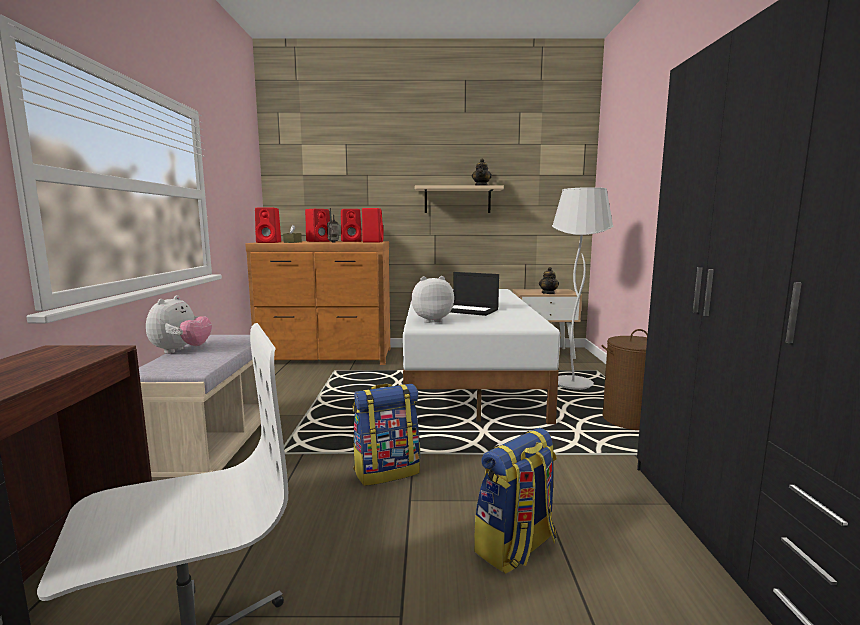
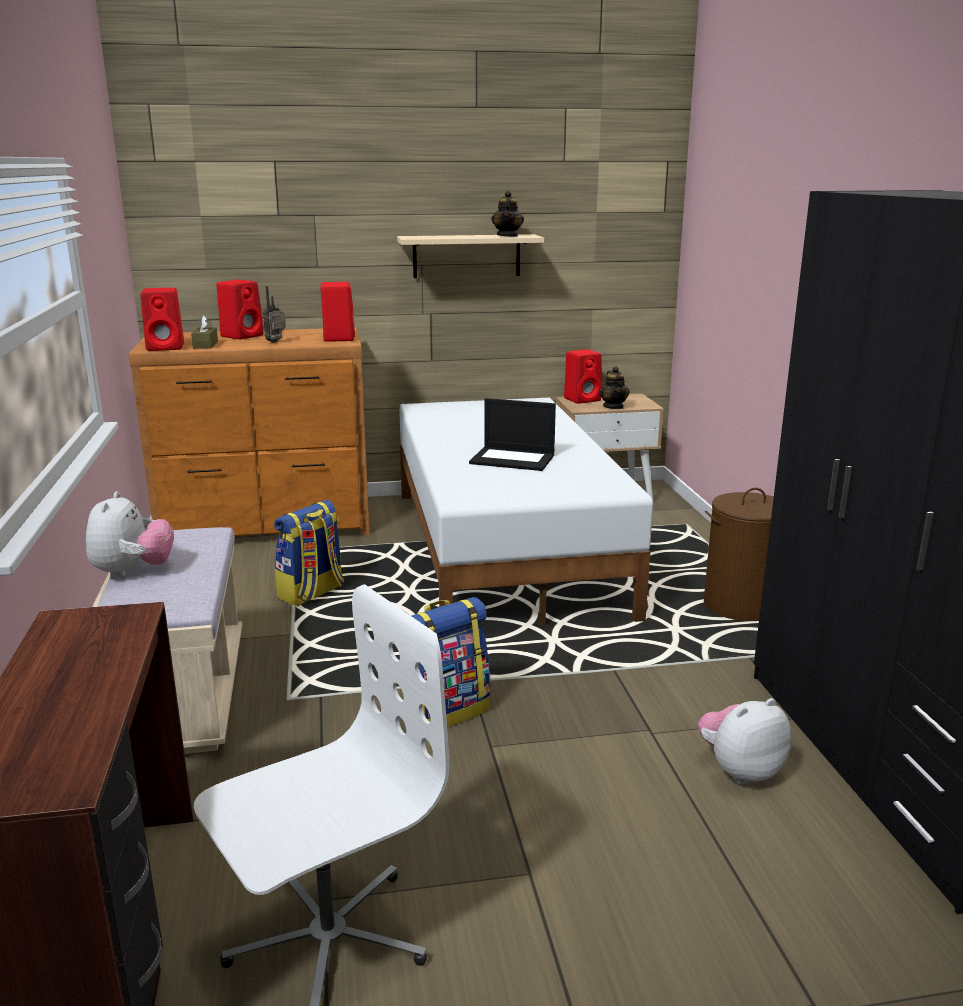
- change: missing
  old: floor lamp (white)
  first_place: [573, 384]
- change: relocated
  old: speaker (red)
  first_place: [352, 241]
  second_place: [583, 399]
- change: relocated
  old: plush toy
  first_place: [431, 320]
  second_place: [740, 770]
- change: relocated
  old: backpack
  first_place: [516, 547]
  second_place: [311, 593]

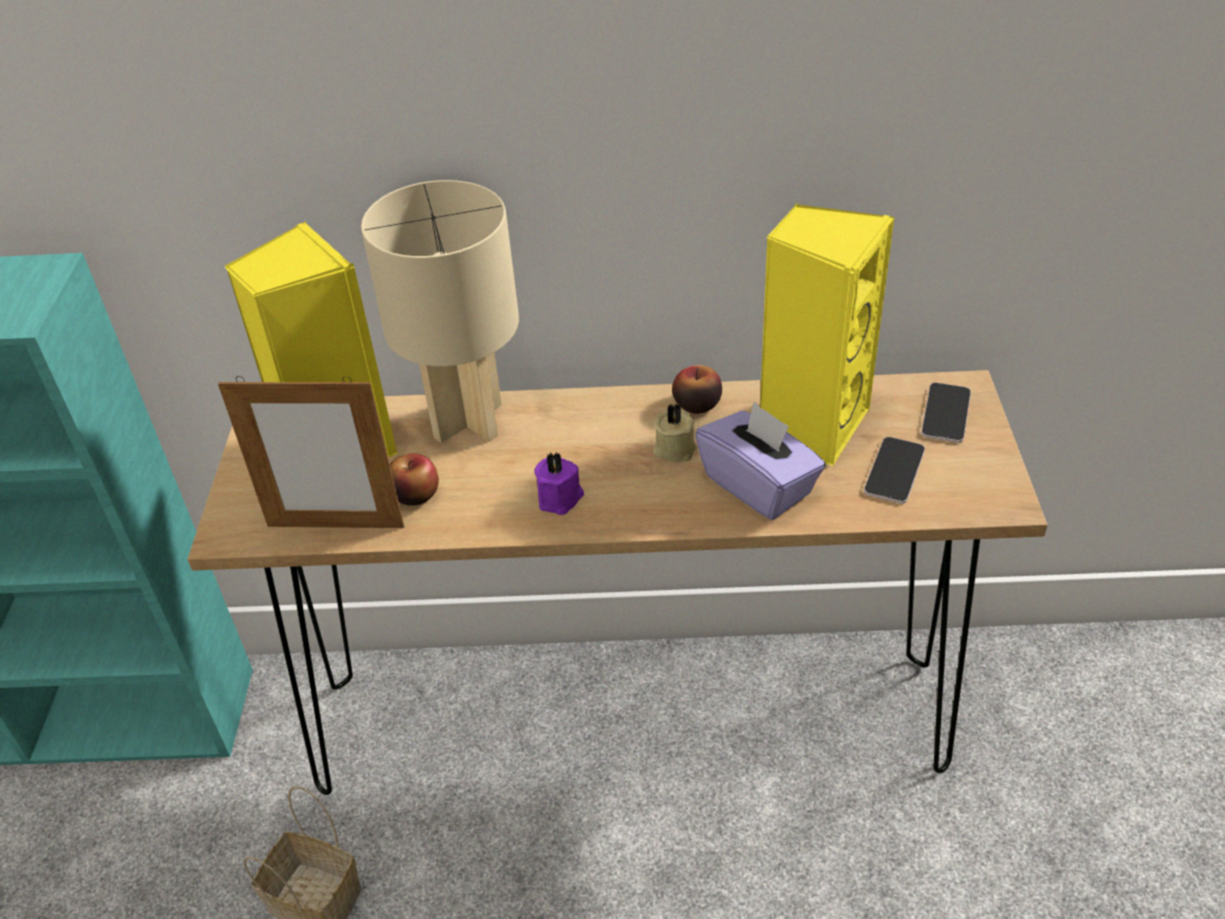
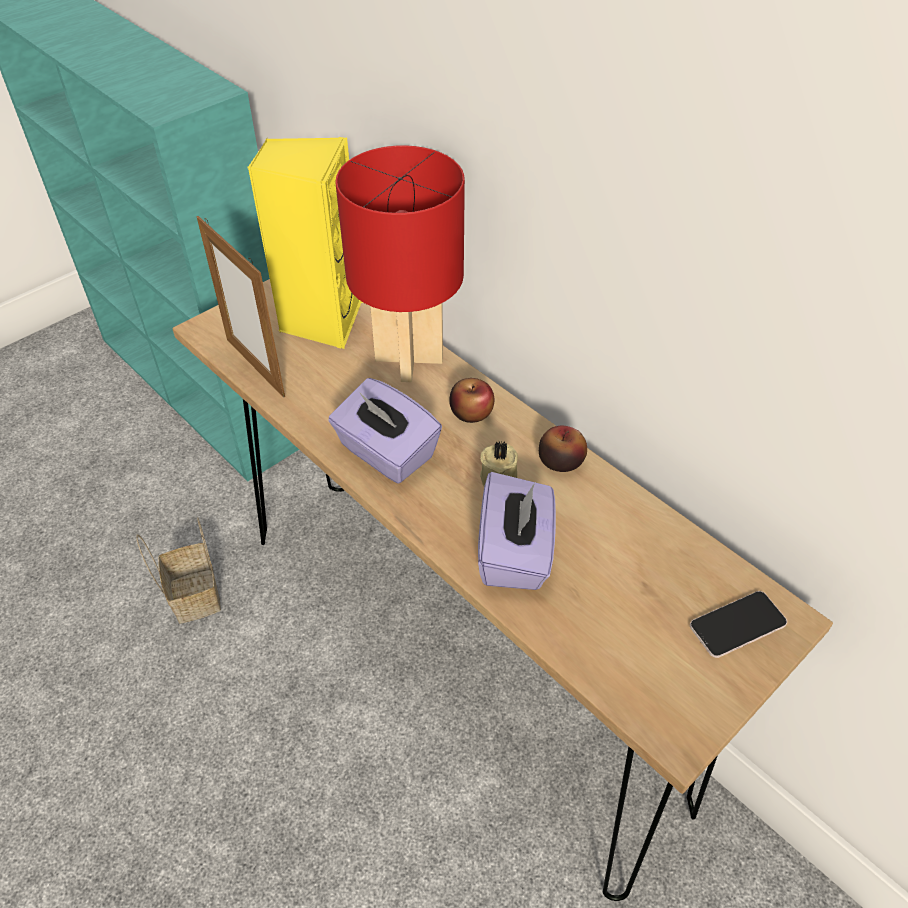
- change: missing
  old: speaker (yellow)
  first_place: [812, 424]
- change: missing
  old: phone
  first_place: [894, 471]
- change: relocated
  old: apple
  first_place: [415, 494]
  second_place: [471, 412]
- change: exchanged
  old: candle (purple)
  new: tissue box (purple)
  first_place: [561, 498]
  second_place: [386, 453]
- change: colour
  old: table lamp (beige)
  new: table lamp (red)
  first_place: [469, 421]
  second_place: [409, 360]

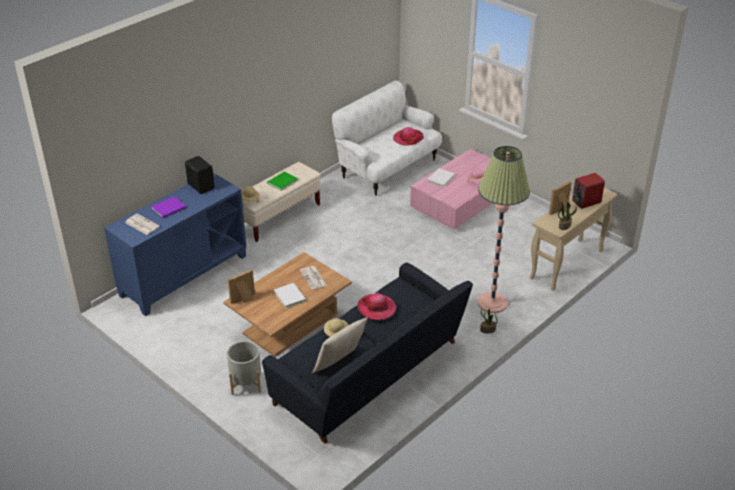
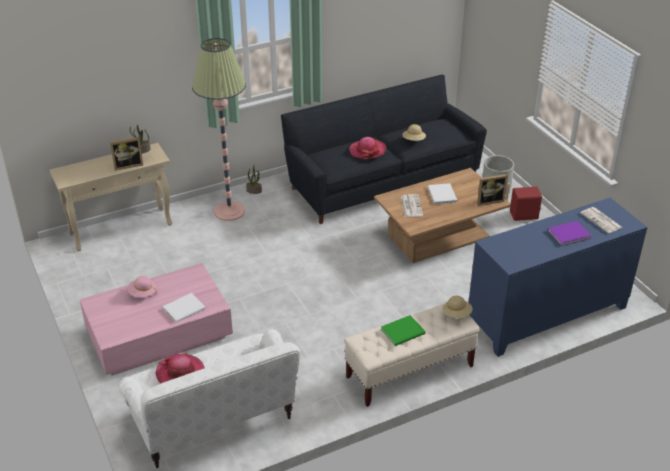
- change: missing
  old: speaker (black)
  first_place: [201, 186]
- change: missing
  old: pillow (beige)
  first_place: [340, 364]
- change: relocated
  old: speaker (red)
  first_place: [585, 202]
  second_place: [524, 216]

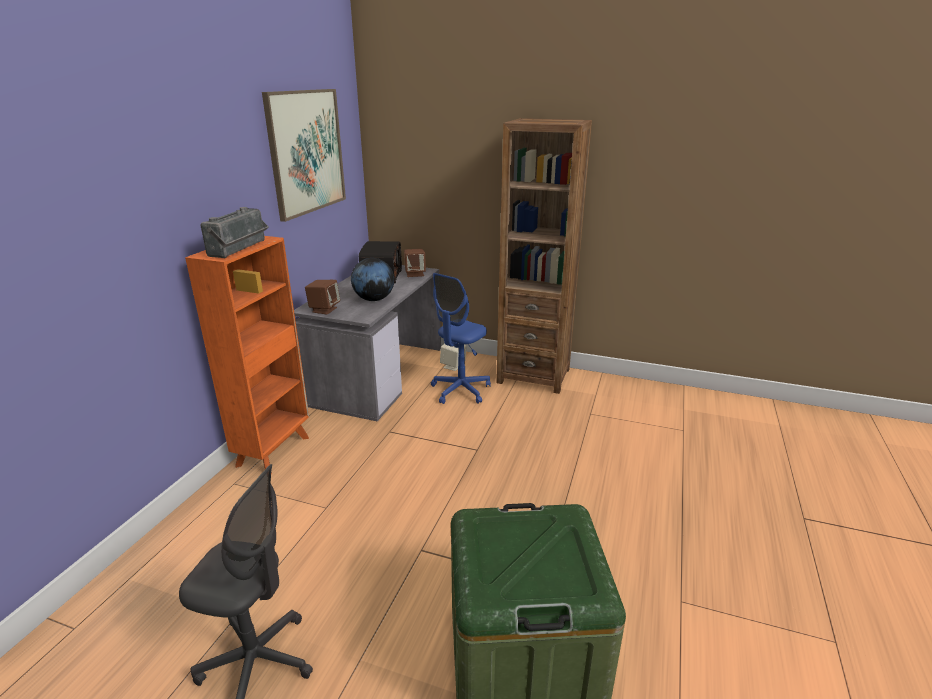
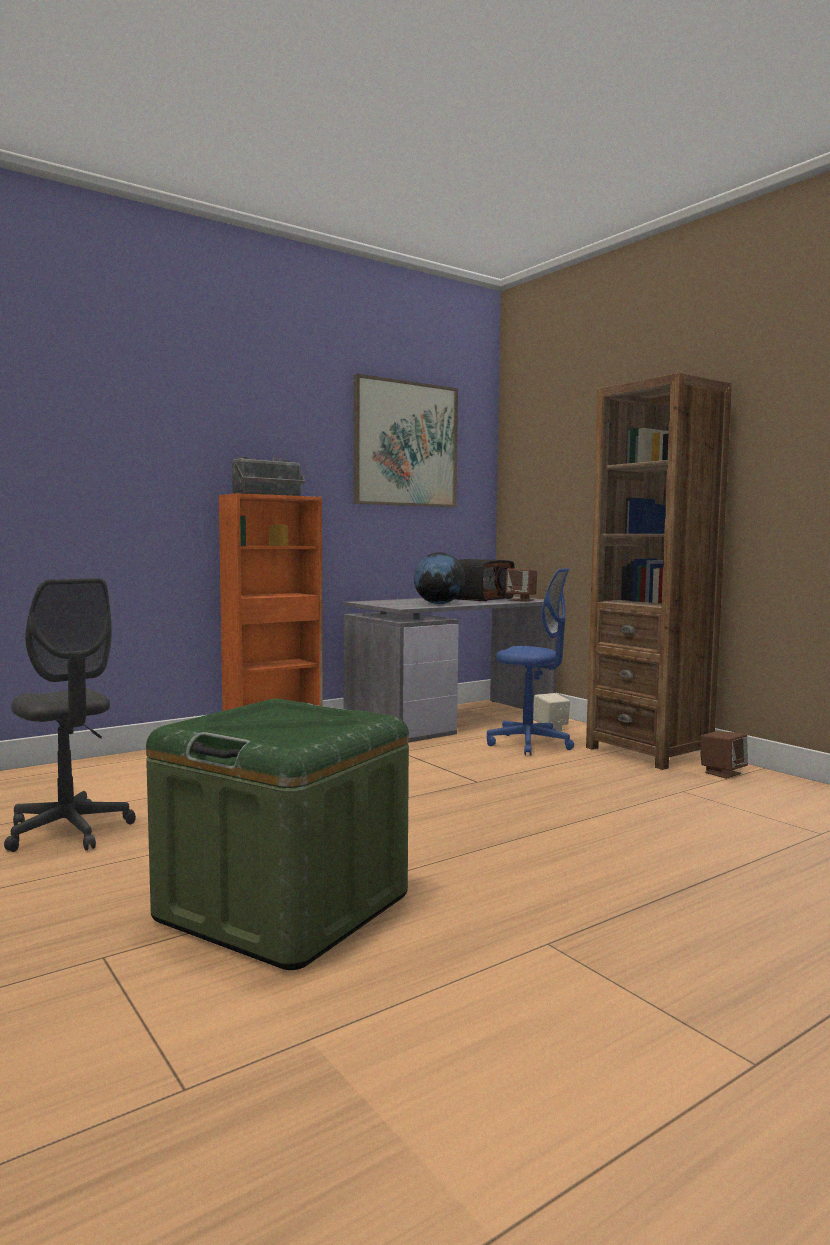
- change: relocated
  old: speaker (brown)
  first_place: [324, 310]
  second_place: [722, 773]
- change: spun
  old: office chair (blue)
  first_place: [460, 390]
  second_place: [529, 744]
  degrees: -135

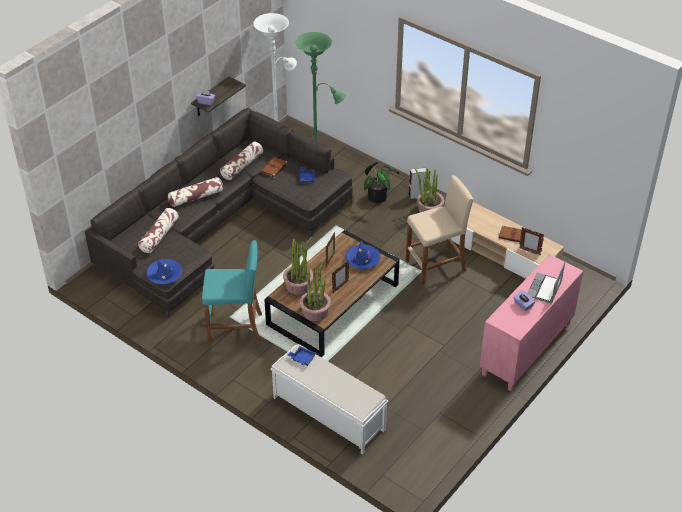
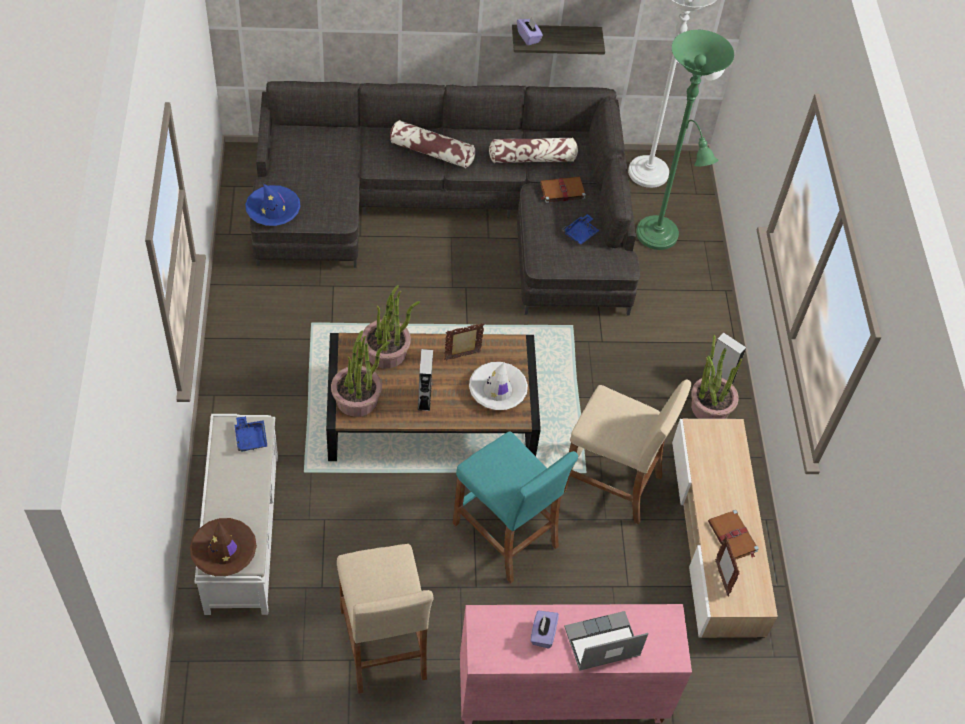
- change: missing
  old: pillow
  first_place: [159, 235]
- change: missing
  old: potted plant
  first_place: [379, 197]
- change: appeared
  new: hat (brown)
  second_place: [224, 551]
- change: appeared
  new: stool (beige)
  second_place: [383, 644]
- change: relocated
  old: stool (turquoise)
  first_place: [235, 328]
  second_place: [505, 535]
- change: exchanged
  old: picture frame
  new: speaker (grey)
  first_place: [340, 287]
  second_place: [424, 398]
- change: colour
  old: hat (blue)
  new: hat (white)
  first_place: [362, 260]
  second_place: [497, 390]

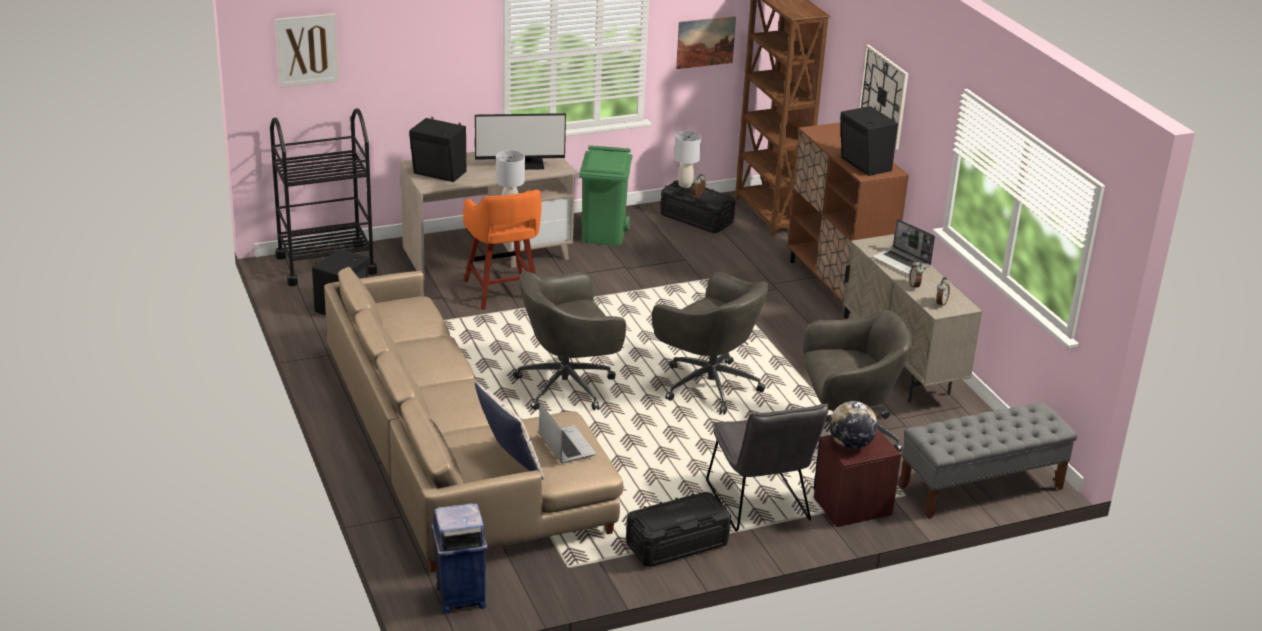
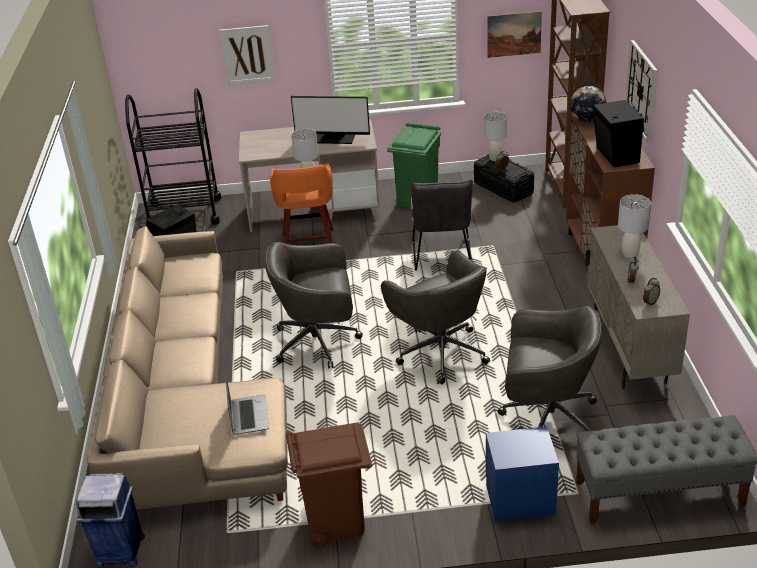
- change: missing
  old: speaker (black)
  first_place: [439, 173]
- change: missing
  old: pillow
  first_place: [509, 463]
- change: relocated
  old: picture
  first_place: [307, 50]
  second_place: [247, 55]
- change: relocated
  old: chair (grey)
  first_place: [760, 506]
  second_place: [442, 256]
- change: relocated
  old: globe
  first_place: [850, 445]
  second_place: [587, 120]
- change: exchanged
  old: storage box (black)
  new: trash can (brown)
  first_place: [676, 544]
  second_place: [335, 520]
- change: exchanged
  old: laptop
  new: table lamp (grey)
  first_place: [902, 262]
  second_place: [630, 254]
- change: colour
  old: nightstand (brown)
  new: nightstand (blue)
  first_place: [852, 506]
  second_place: [520, 499]

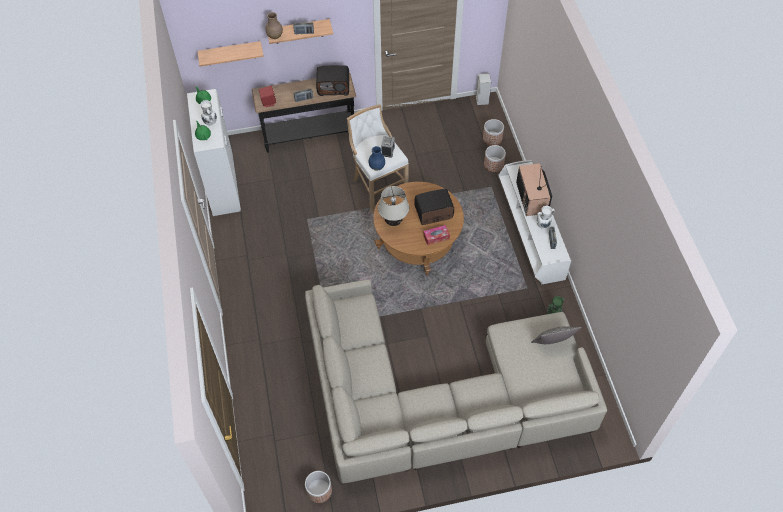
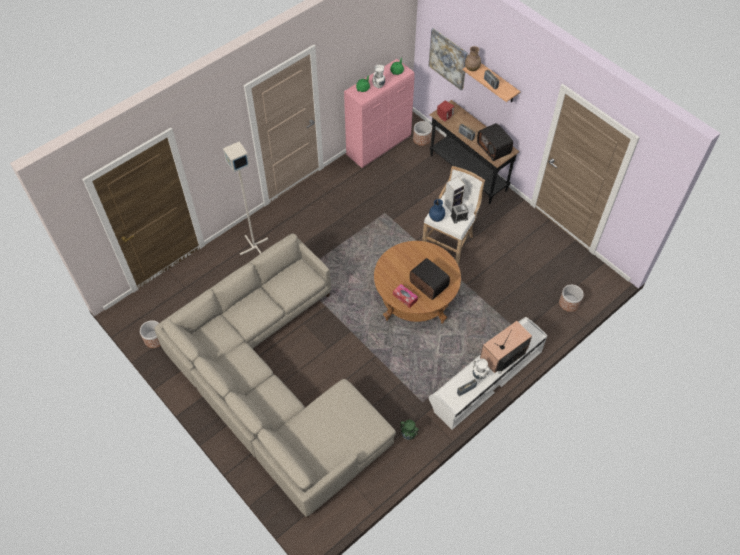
- change: missing
  old: table lamp (beige)
  first_place: [393, 222]
- change: missing
  old: pillow
  first_place: [552, 343]
- change: appeared
  new: floor lamp (grey)
  second_place: [253, 246]
- change: relocated
  old: speaker
  first_place: [481, 99]
  second_place: [453, 204]
- change: relocated
  old: planter
  first_place: [494, 164]
  second_place: [422, 139]
- change: exchanged
  old: shelf
  new: picture
  first_place: [230, 53]
  second_place: [448, 58]
- change: colour
  old: cabinet (white)
  new: cabinet (pink)
  first_place: [223, 185]
  second_place: [379, 146]

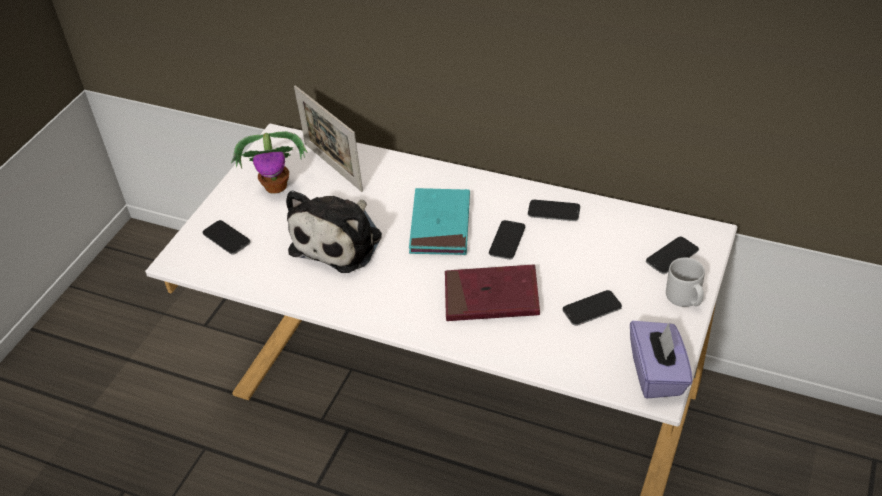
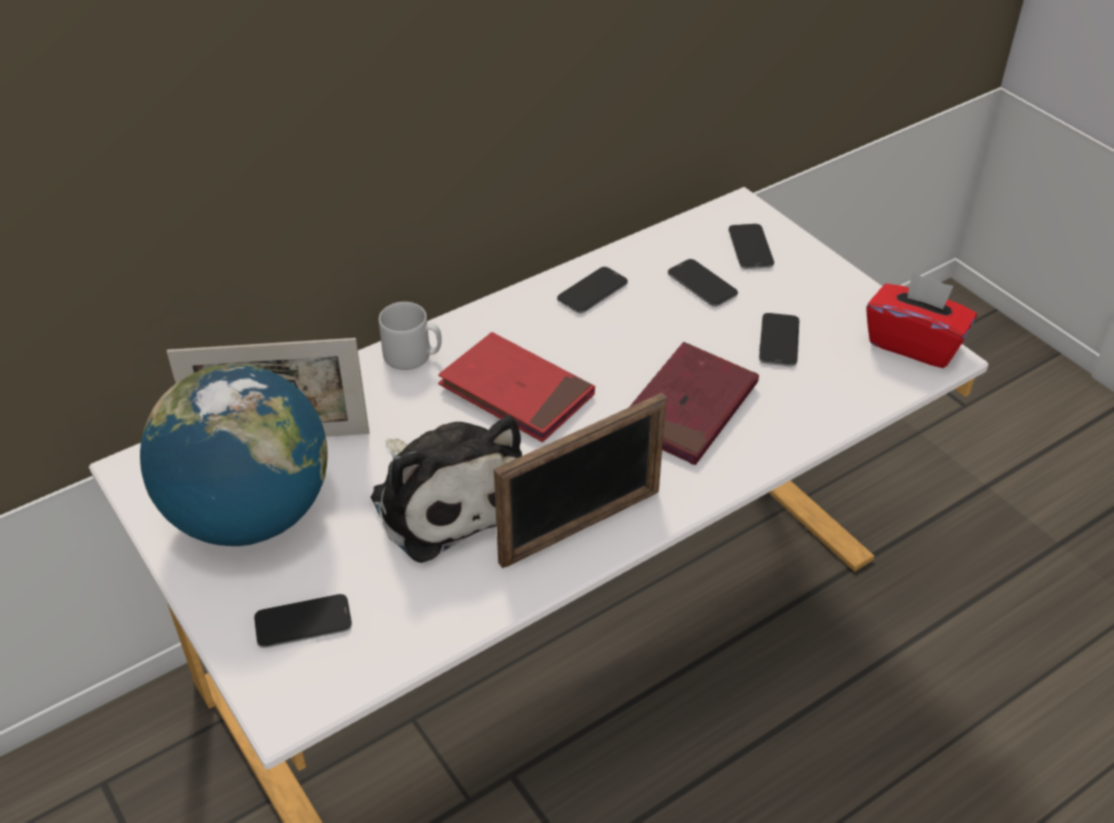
- change: appeared
  new: picture frame
  second_place: [581, 527]
- change: relocated
  old: phone
  first_place: [507, 241]
  second_place: [702, 284]
- change: relocated
  old: mug (grey)
  first_place: [685, 298]
  second_place: [413, 356]
- change: exchanged
  old: potted plant
  new: globe
  first_place: [276, 186]
  second_place: [250, 515]
- change: colour
  old: book (turquoise)
  new: book (red)
  first_place: [440, 225]
  second_place: [516, 392]
- change: colour
  old: tissue box (purple)
  new: tissue box (red)
  first_place: [657, 374]
  second_place: [914, 343]

